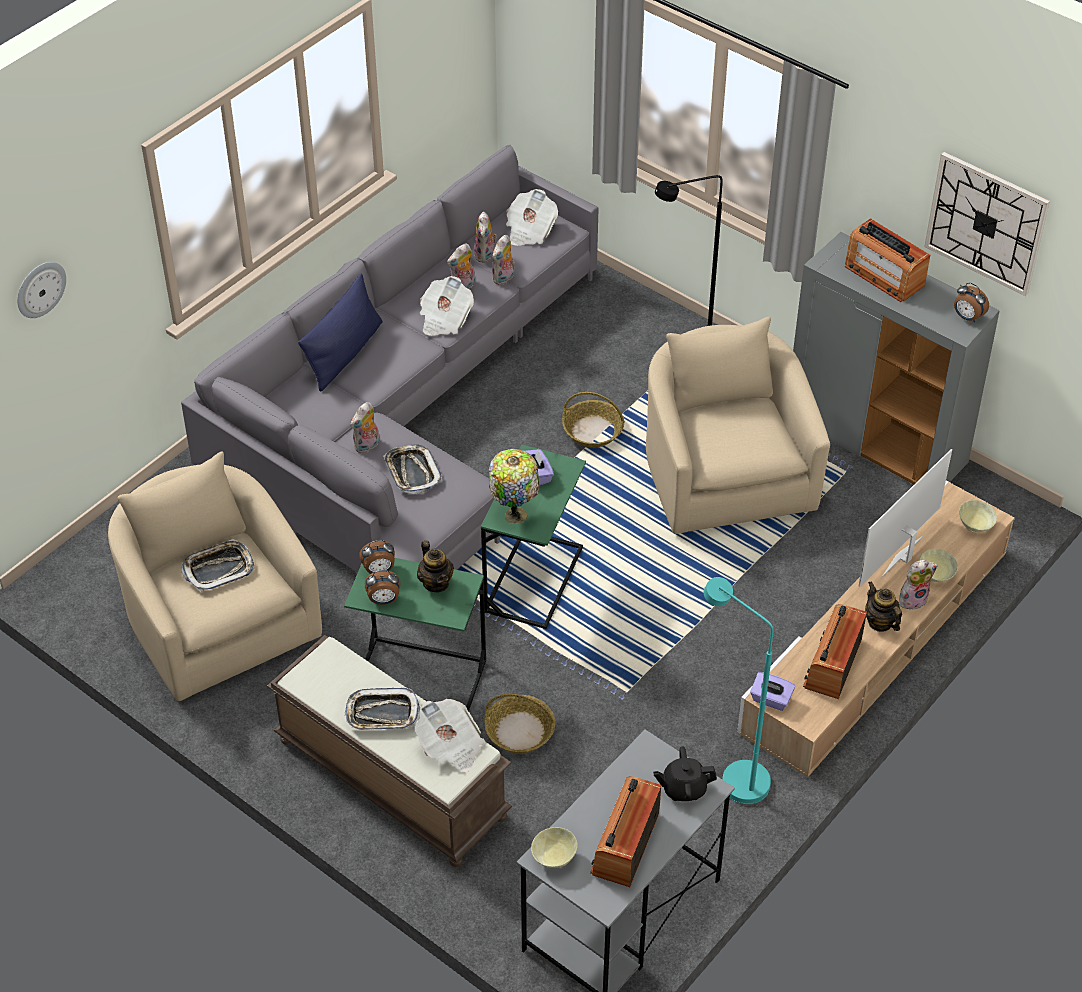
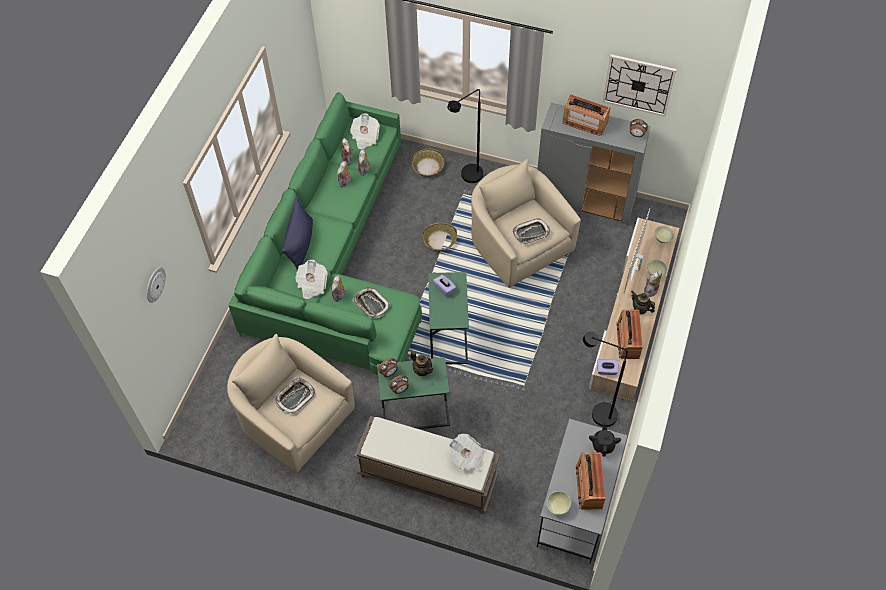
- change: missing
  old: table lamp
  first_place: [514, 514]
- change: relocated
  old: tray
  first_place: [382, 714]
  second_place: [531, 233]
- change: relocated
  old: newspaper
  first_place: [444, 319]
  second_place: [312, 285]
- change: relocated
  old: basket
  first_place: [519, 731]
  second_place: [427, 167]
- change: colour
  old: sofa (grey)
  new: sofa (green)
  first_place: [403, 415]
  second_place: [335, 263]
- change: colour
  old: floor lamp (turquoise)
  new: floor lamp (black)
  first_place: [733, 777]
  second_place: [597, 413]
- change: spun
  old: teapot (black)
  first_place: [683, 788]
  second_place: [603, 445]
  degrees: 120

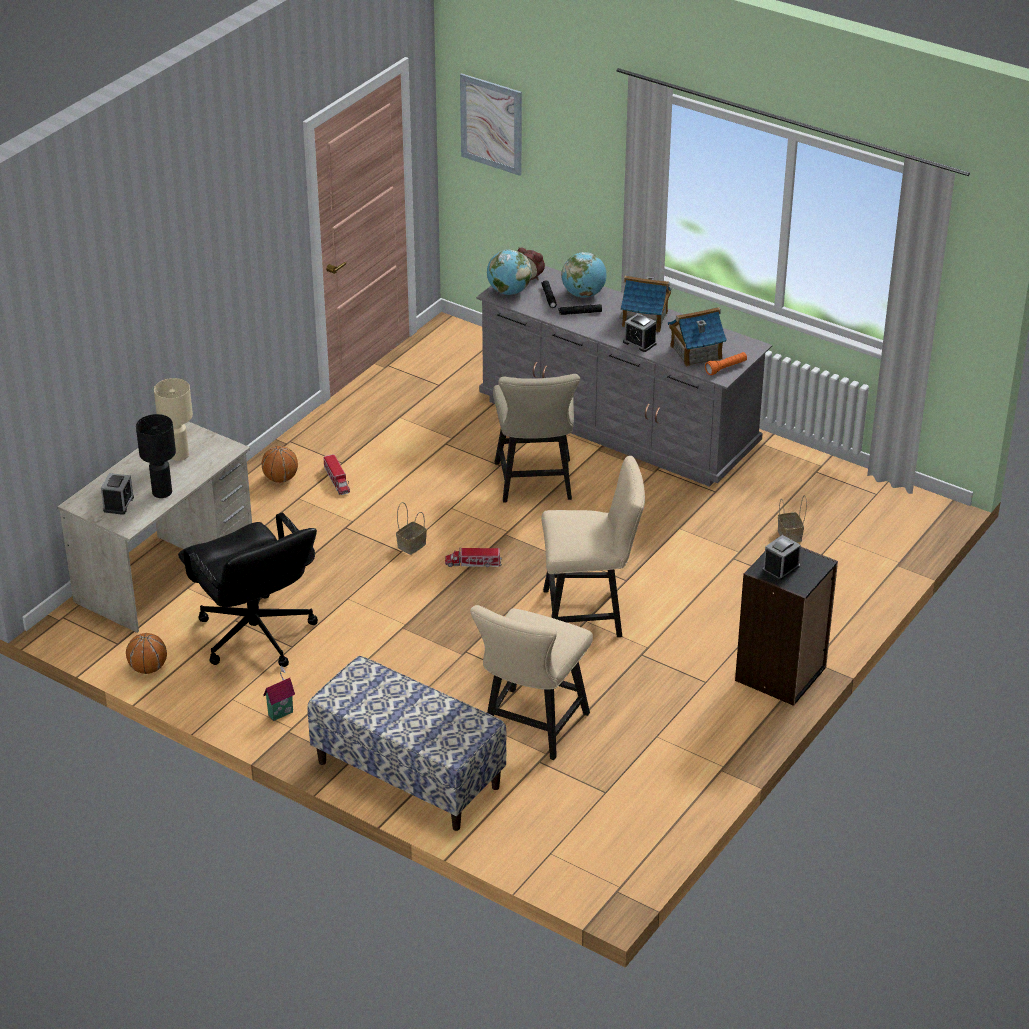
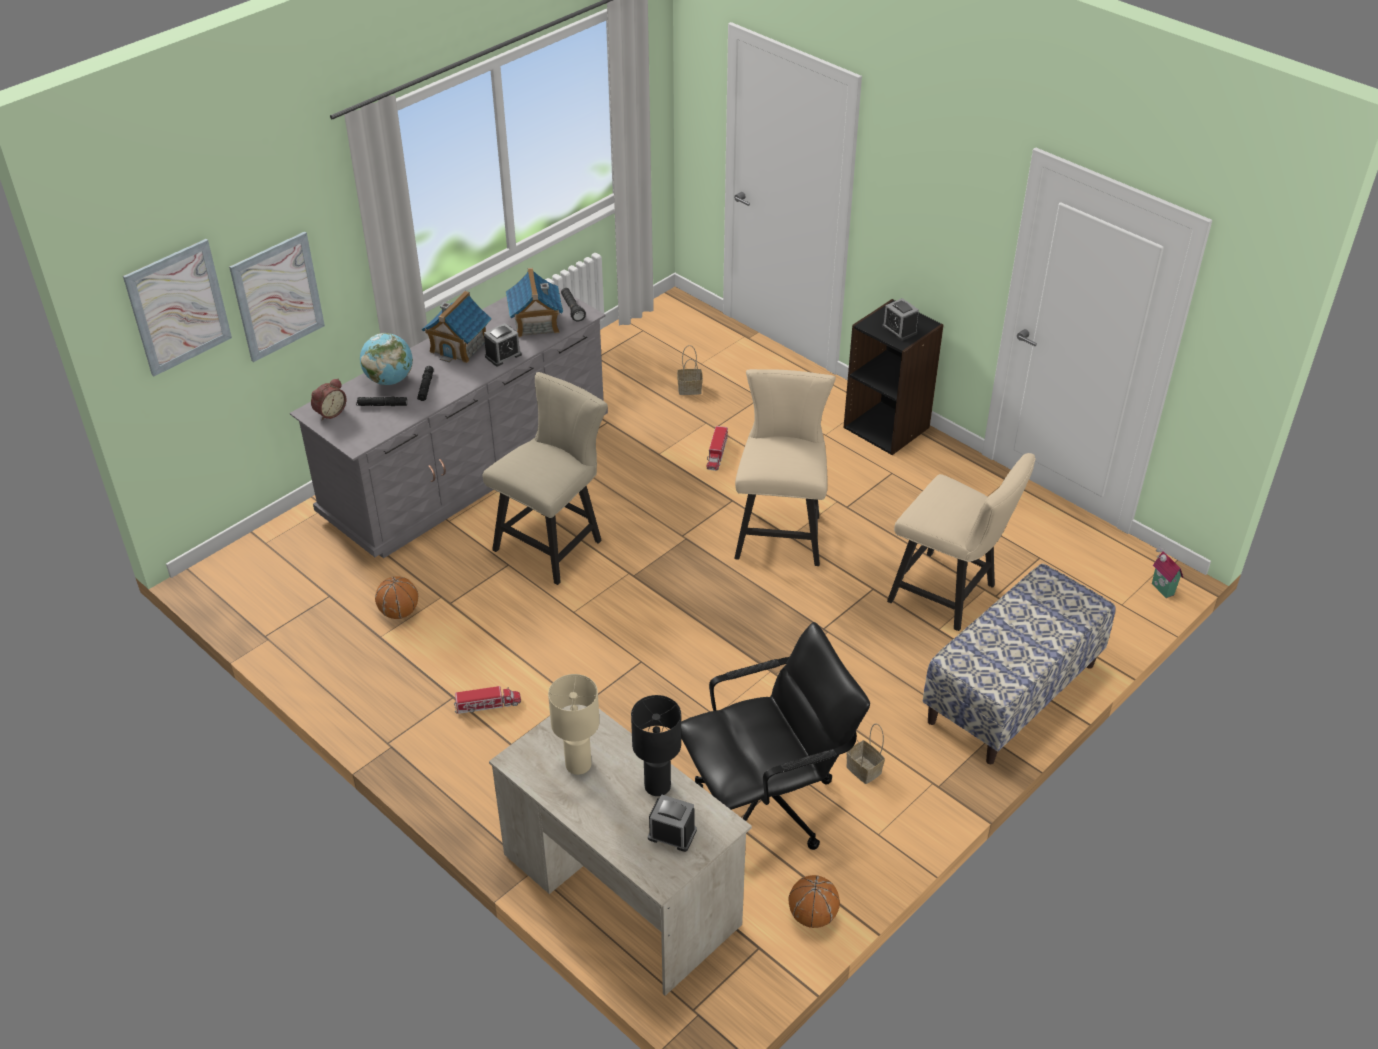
- change: missing
  old: globe
  first_place: [509, 291]
- change: appeared
  new: picture
  second_place: [277, 296]
- change: relocated
  old: basketball
  first_place: [281, 479]
  second_place: [399, 612]
- change: relocated
  old: toy house
  first_place: [280, 712]
  second_place: [1161, 589]
- change: relocated
  old: basket
  first_place: [412, 545]
  second_place: [862, 769]
- change: relocated
  old: toy truck
  first_place: [473, 563]
  second_place: [717, 454]
- change: colour
  old: flashlight (orange)
  new: flashlight (black)
  first_place: [726, 368]
  second_place: [572, 309]
- change: spun
  old: chair (beige)
  first_place: [535, 485]
  second_place: [554, 542]
  degrees: -60

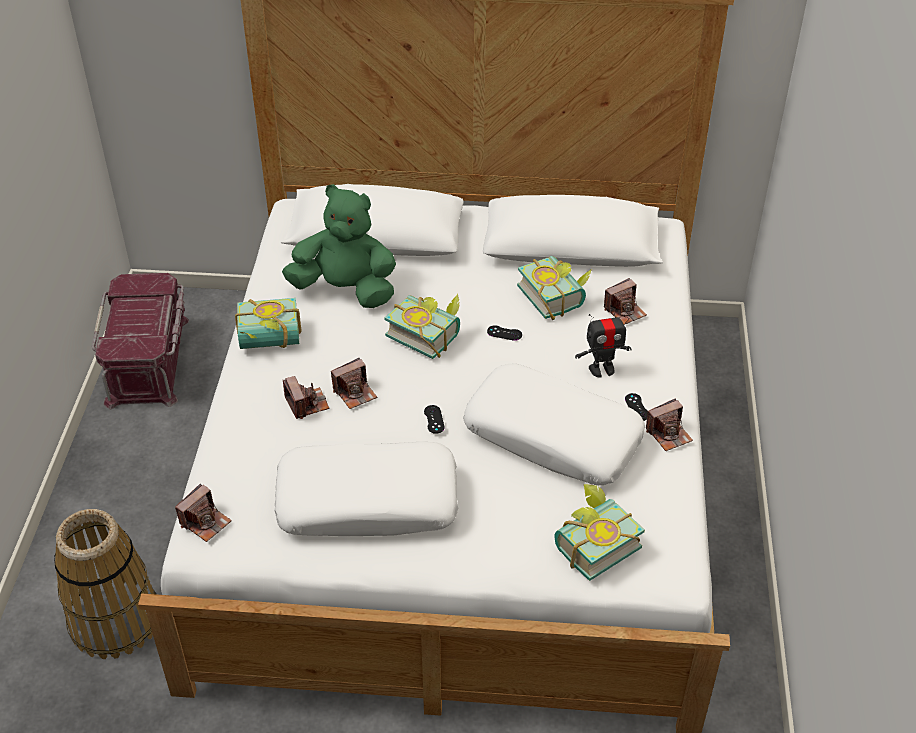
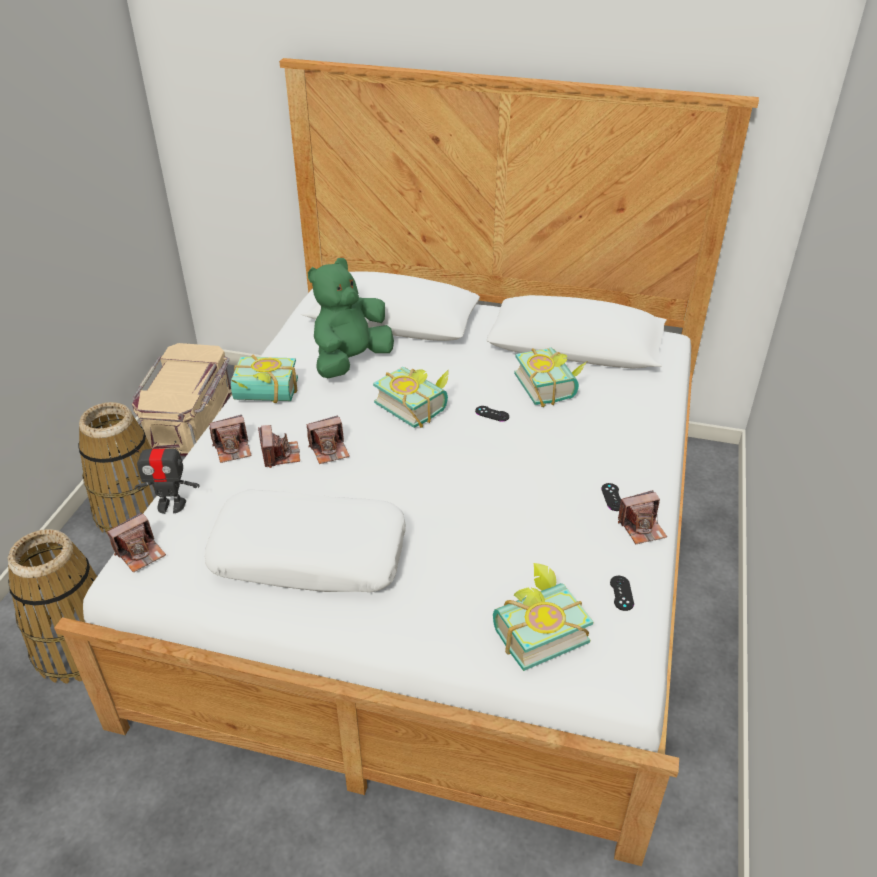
- change: missing
  old: pillow (white)
  first_place: [553, 436]
- change: appeared
  new: basket
  second_place: [133, 510]
- change: relocated
  old: game controller (black)
  first_place: [434, 419]
  second_place: [621, 593]
- change: relocated
  old: toy robot
  first_place: [602, 369]
  second_place: [171, 505]
- change: relocated
  old: photo camera
  first_place: [624, 311]
  second_place: [233, 449]
- change: colour
  old: storage box (red)
  new: storage box (beige)
  first_place: [149, 361]
  second_place: [191, 421]
- change: spun
  old: plush toy (green)
  first_place: [345, 290]
  second_place: [351, 361]
  degrees: -75

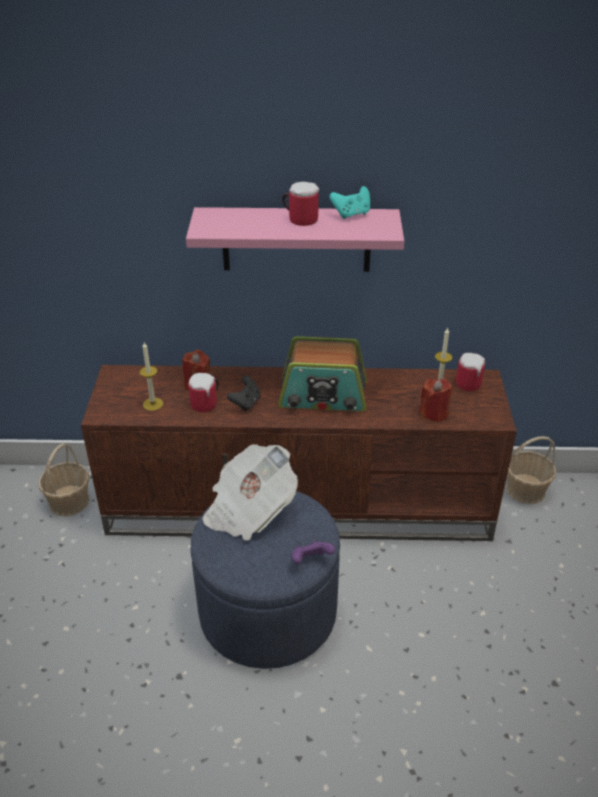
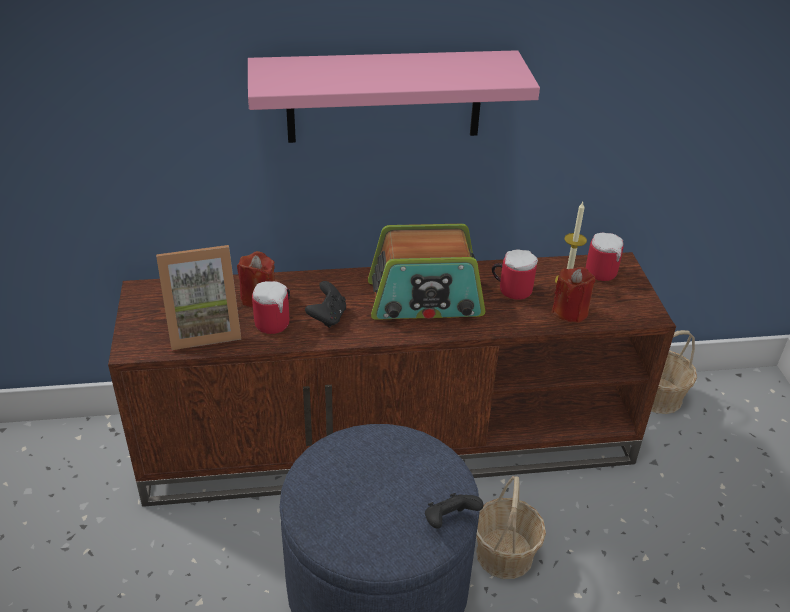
- change: missing
  old: newspaper
  first_place: [249, 509]
- change: missing
  old: game controller (turquoise)
  first_place: [351, 214]
- change: relocated
  old: basket
  first_place: [69, 501]
  second_place: [505, 554]
- change: relocated
  old: mug
  first_place: [300, 218]
  second_place: [511, 288]
- change: exchanged
  old: candle
  new: picture frame
  first_place: [153, 404]
  second_place: [203, 328]
- change: colour
  old: game controller (purple)
  new: game controller (black)
  first_place: [311, 561]
  second_place: [449, 521]

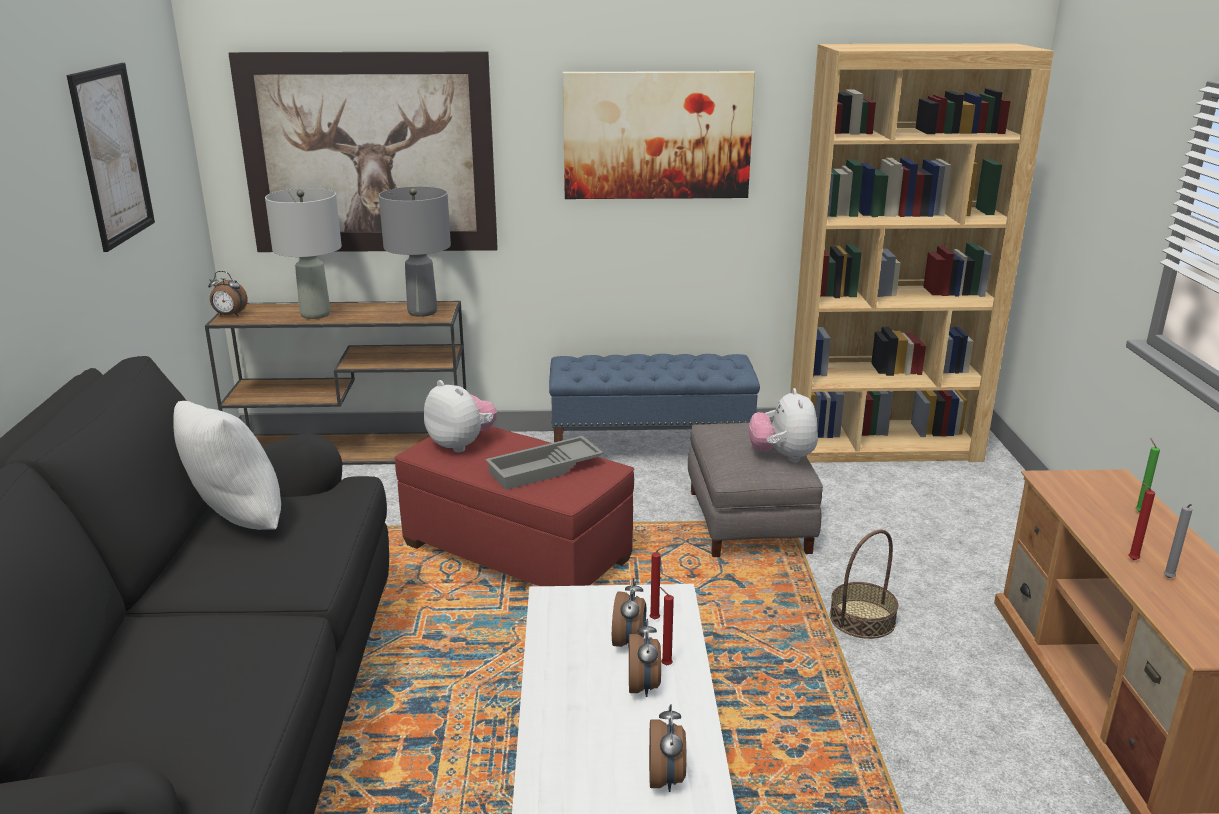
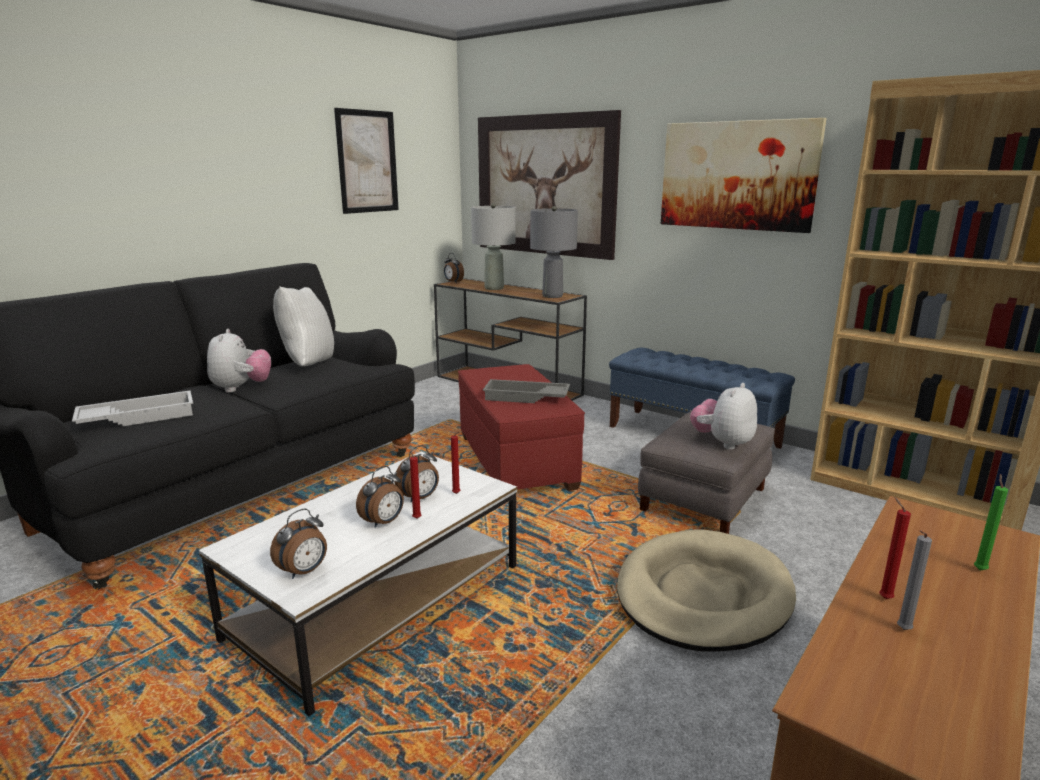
- change: appeared
  new: tray (white)
  second_place: [138, 417]
- change: relocated
  old: plush toy
  first_place: [461, 444]
  second_place: [241, 388]
- change: exchanged
  old: basket
  new: dog bed (beige)
  first_place: [862, 619]
  second_place: [702, 595]

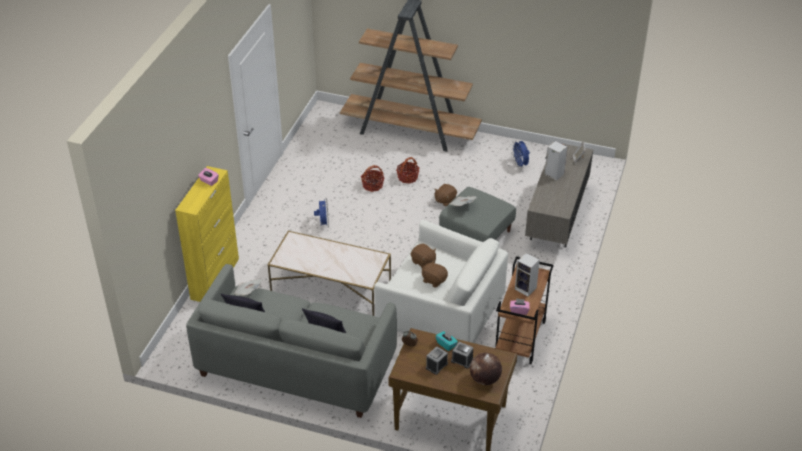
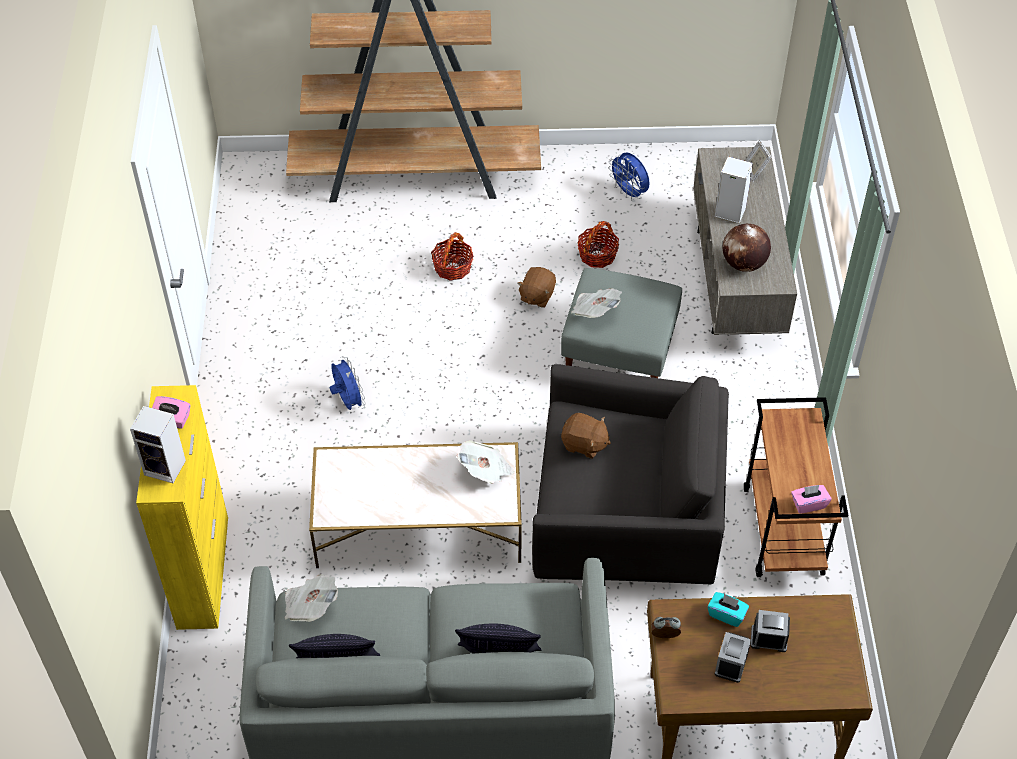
- change: missing
  old: plush toy (brown)
  first_place: [434, 280]
- change: appeared
  new: newspaper
  second_place: [486, 471]
- change: relocated
  old: basket
  first_place: [372, 185]
  second_place: [597, 255]
- change: relocated
  old: globe
  first_place: [484, 379]
  second_place: [743, 264]
- change: relocated
  old: speaker
  first_place: [526, 289]
  second_place: [166, 467]
- change: colour
  old: armchair (white)
  new: armchair (black)
  first_place: [441, 306]
  second_place: [626, 508]

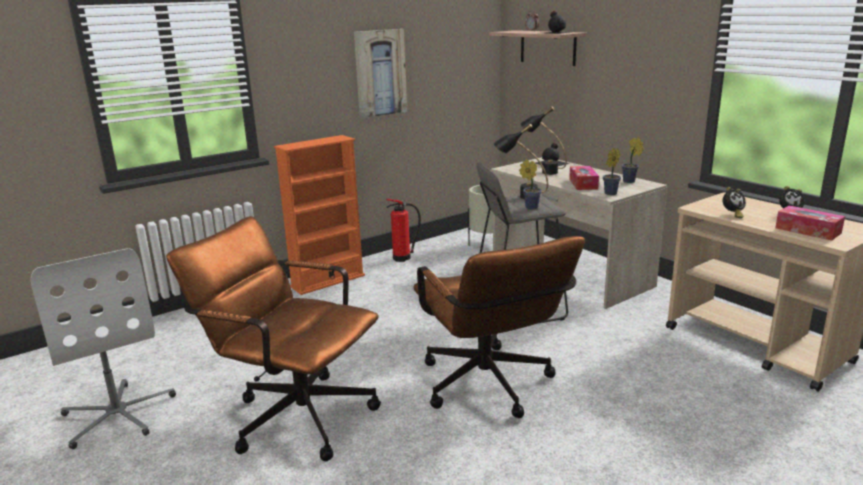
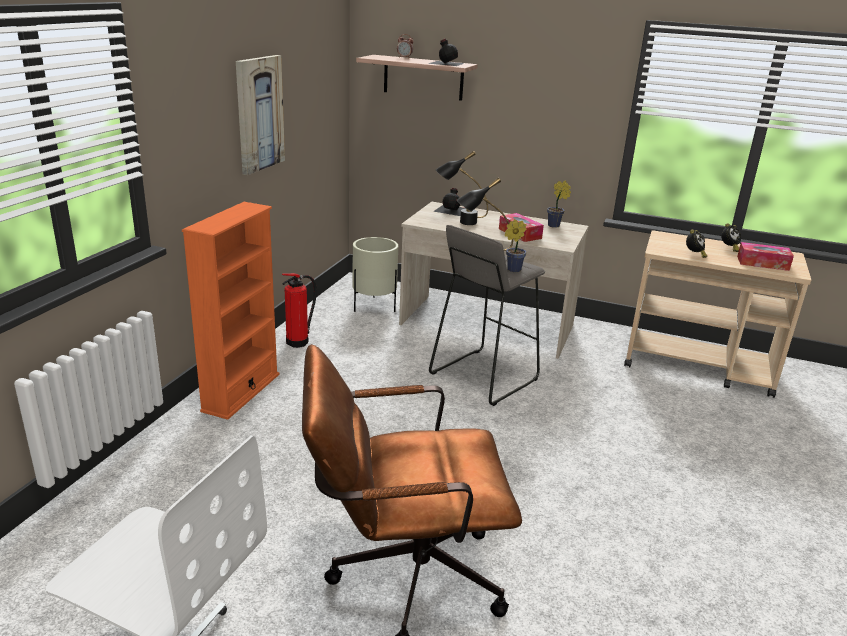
- change: missing
  old: office chair (brown)
  first_place: [490, 389]
- change: missing
  old: potted plant
  first_place: [609, 193]

